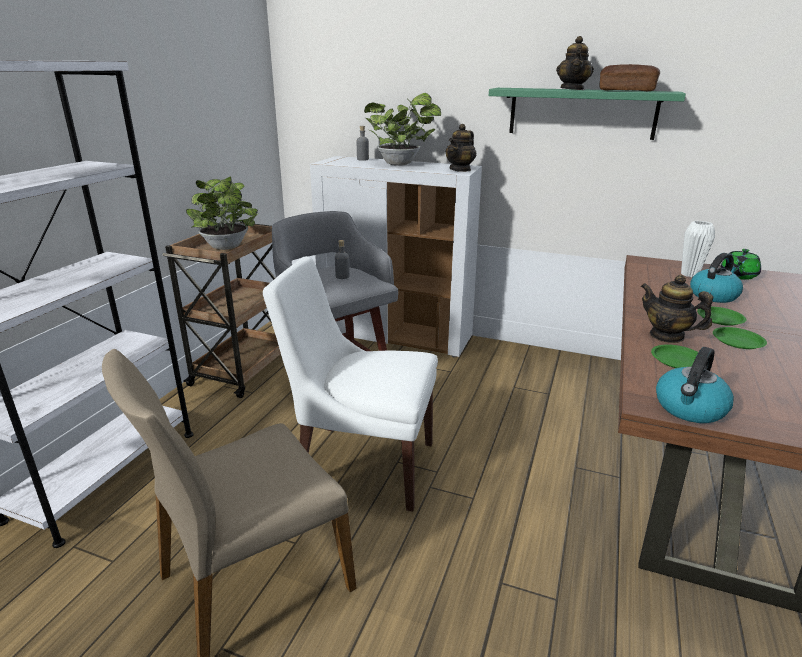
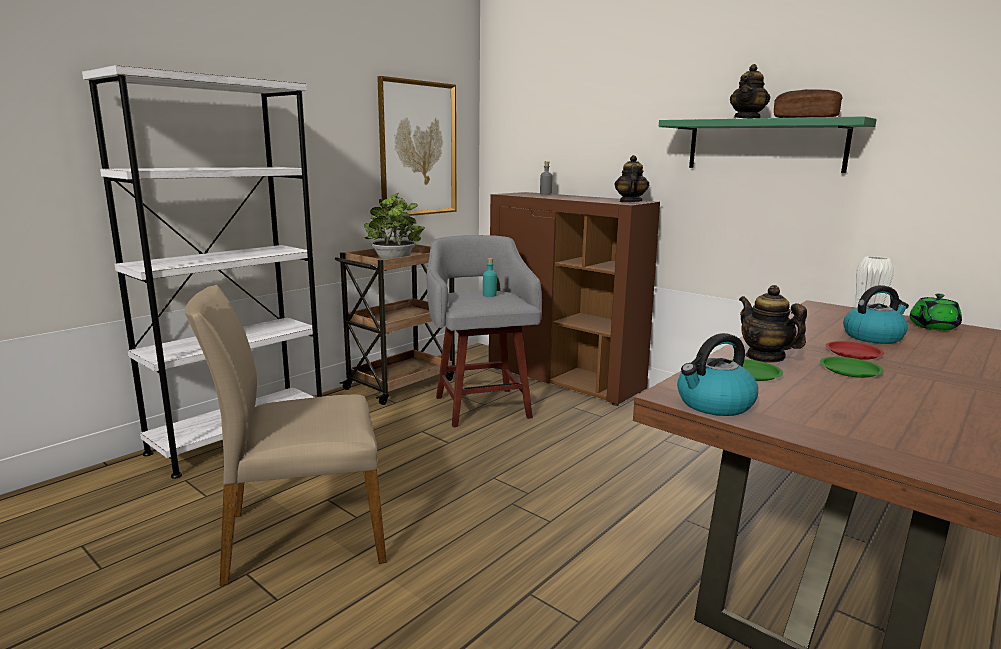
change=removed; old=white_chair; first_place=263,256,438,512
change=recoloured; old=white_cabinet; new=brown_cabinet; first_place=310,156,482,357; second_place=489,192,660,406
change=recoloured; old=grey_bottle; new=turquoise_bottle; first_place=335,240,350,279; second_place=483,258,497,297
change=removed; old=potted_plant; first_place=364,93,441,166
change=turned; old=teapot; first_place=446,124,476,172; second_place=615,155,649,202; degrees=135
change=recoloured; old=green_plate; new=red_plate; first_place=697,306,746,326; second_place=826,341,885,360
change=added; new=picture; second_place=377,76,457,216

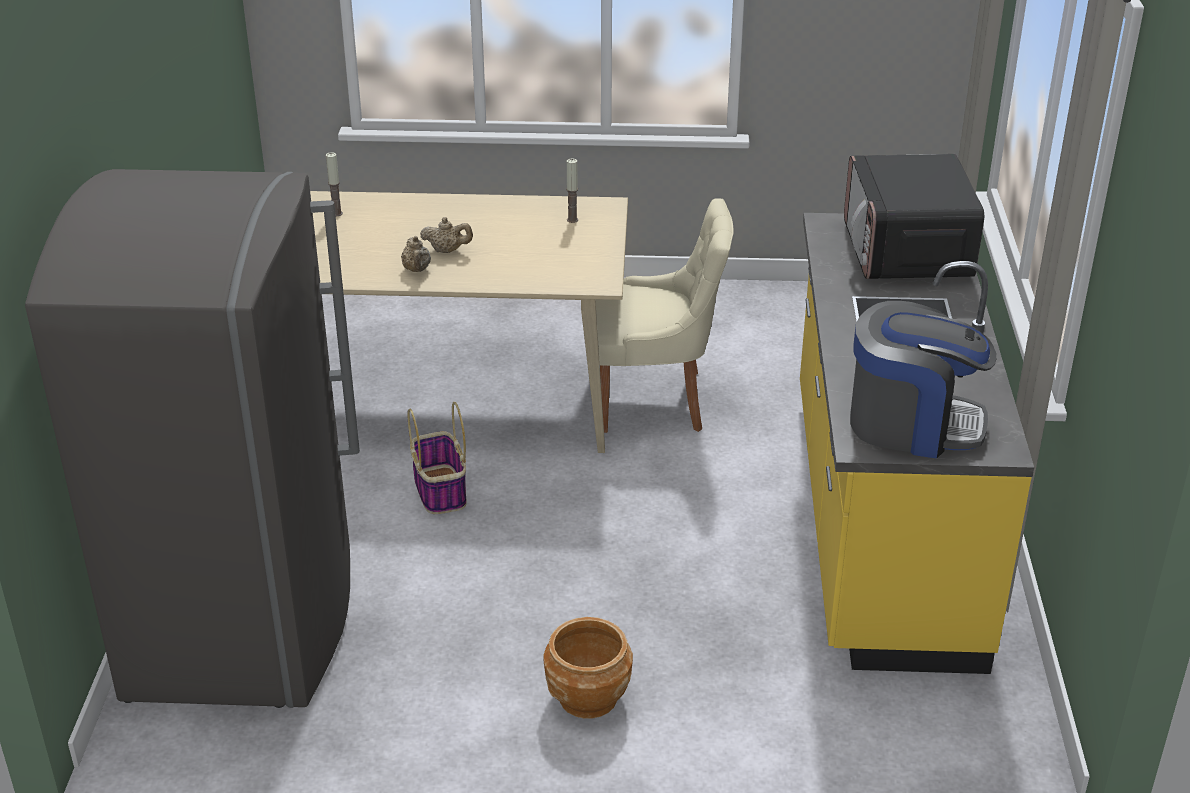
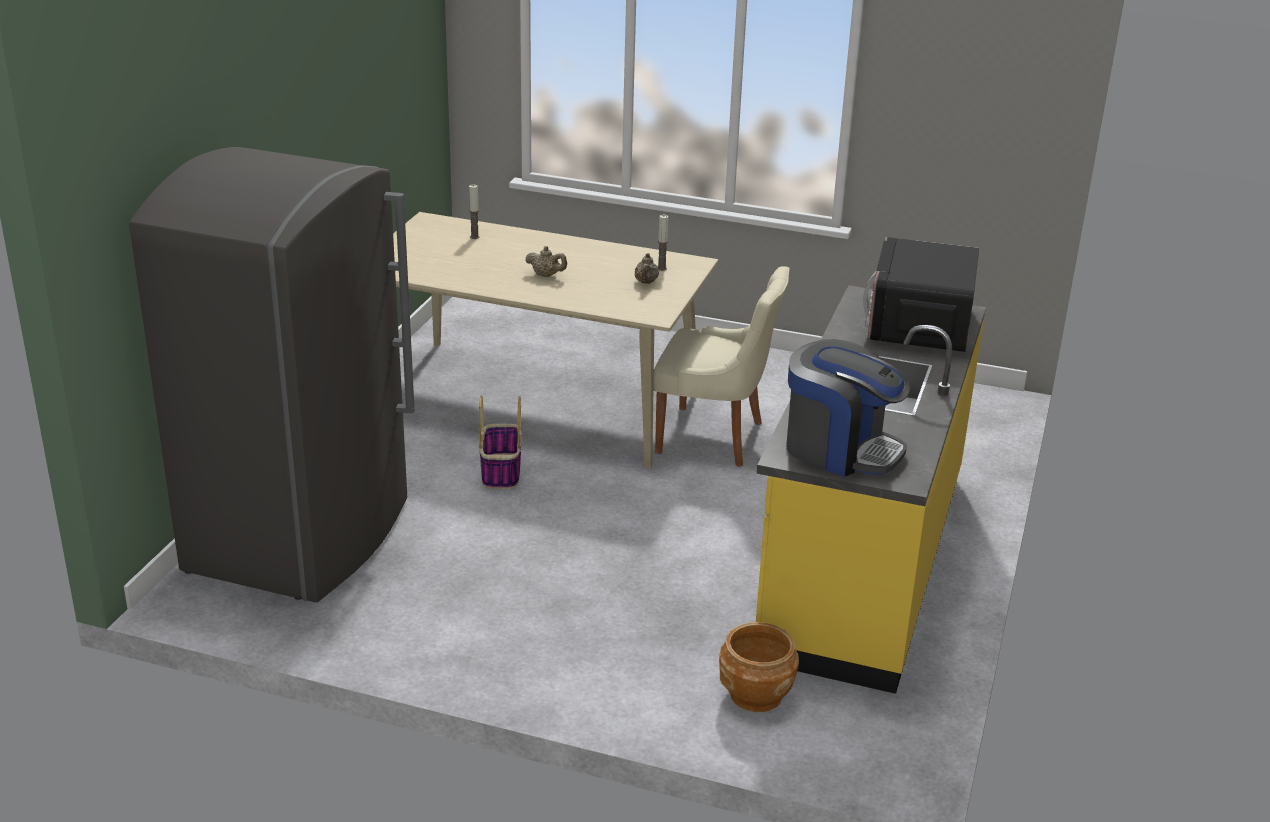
change=moved; old=beige_teapot; first_place=401,236,431,272; second_place=635,253,659,284
change=moved; old=brown_planter; first_place=543,617,633,719; second_place=719,622,799,712

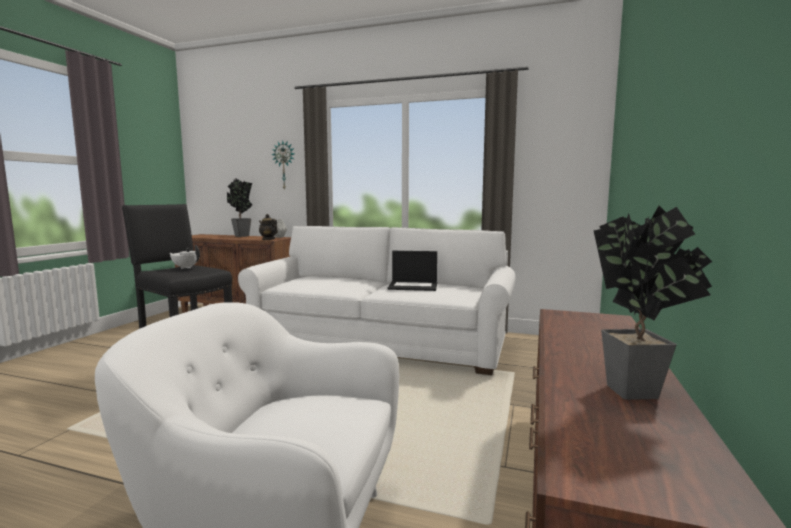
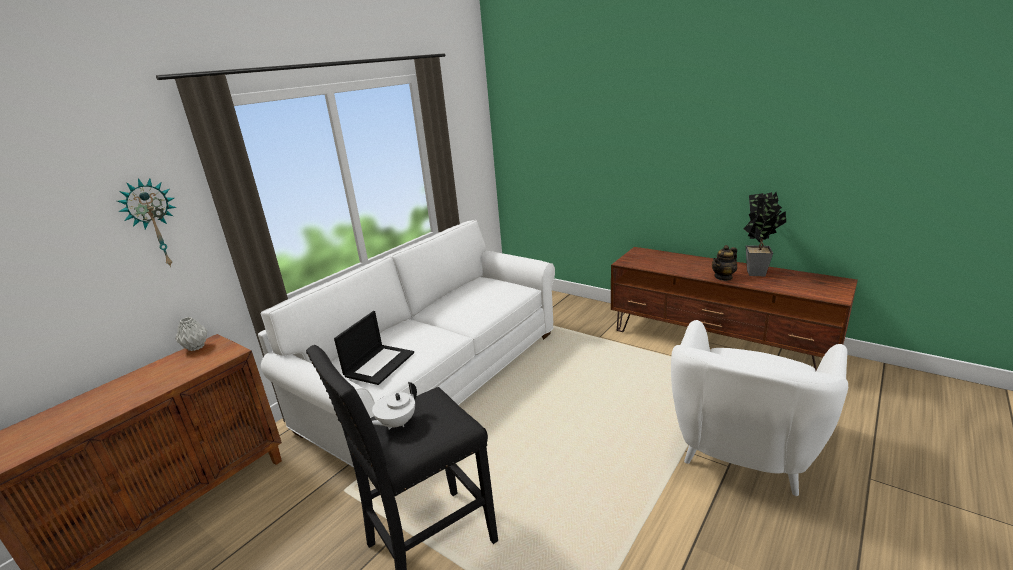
change=removed; old=potted_plant; first_place=227,179,252,237
change=moved; old=teapot; first_place=259,214,278,240; second_place=712,245,737,281
change=moved; old=laptop; first_place=388,251,437,291; second_place=334,311,414,385

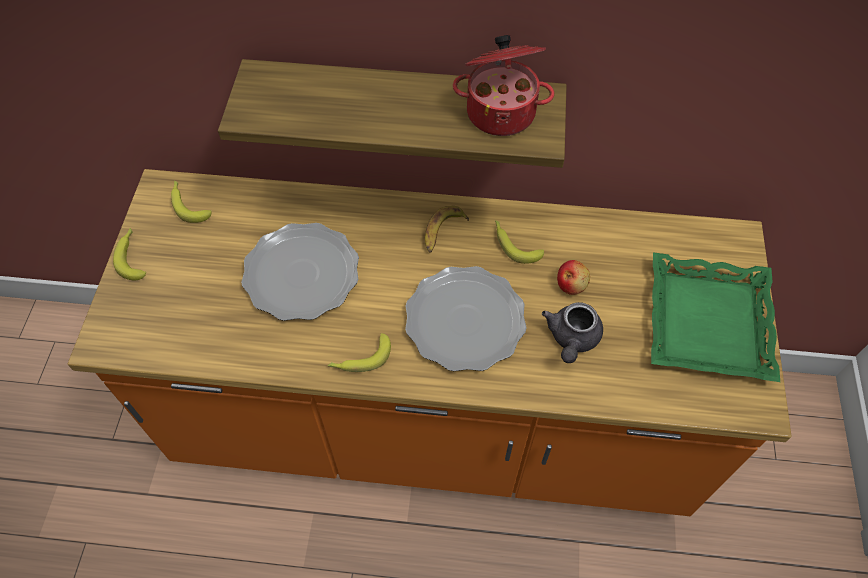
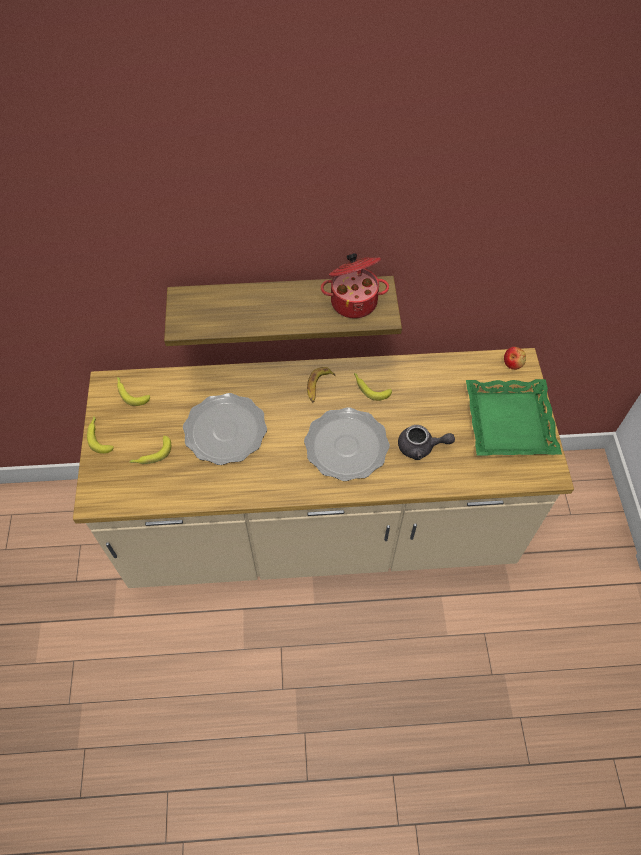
change=recoloured; old=orange_counter; new=beige_counter; first_place=68,169,792,516; second_place=73,348,574,588
change=moved; old=banana; first_place=328,333,391,372; second_place=130,436,171,464
change=turned; old=grey_teapot; first_place=542,302,603,363; second_place=398,425,455,460; degrees=-90
change=moved; old=apple; first_place=557,260,590,295; second_place=504,347,526,370

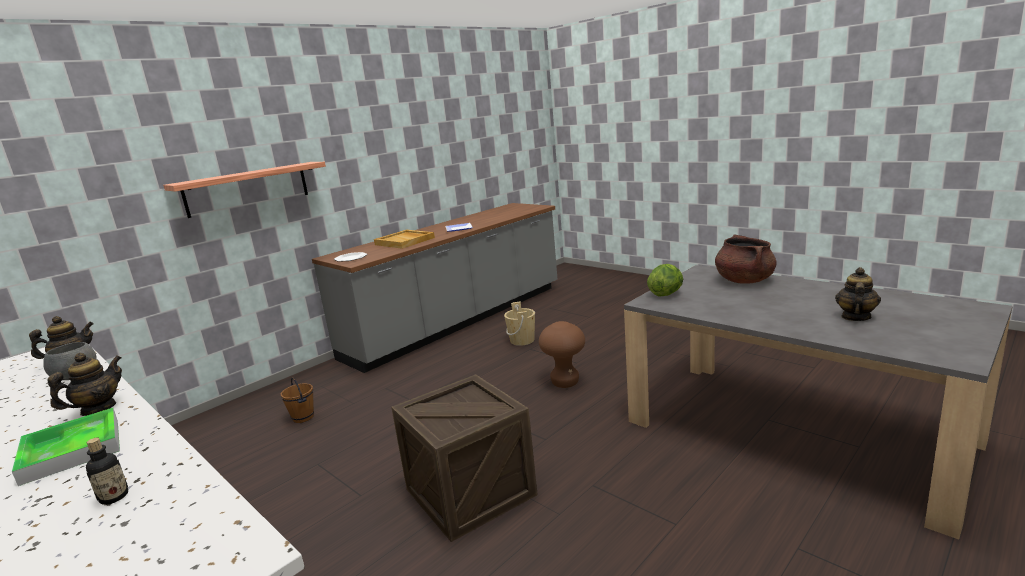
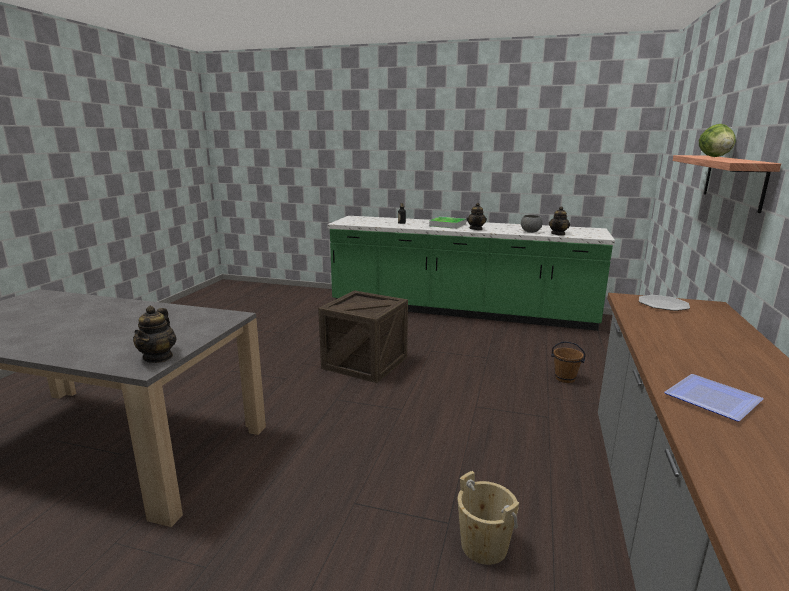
change=removed; old=beige_tray; first_place=374,230,435,249
change=removed; old=brown_stool; first_place=539,321,585,388
change=moved; old=lettuce; first_place=647,264,683,297; second_place=699,124,736,157
change=removed; old=brown_cooking_pot; first_place=715,234,777,284
change=moved; old=teapot; first_place=835,267,881,321; second_place=133,306,177,363

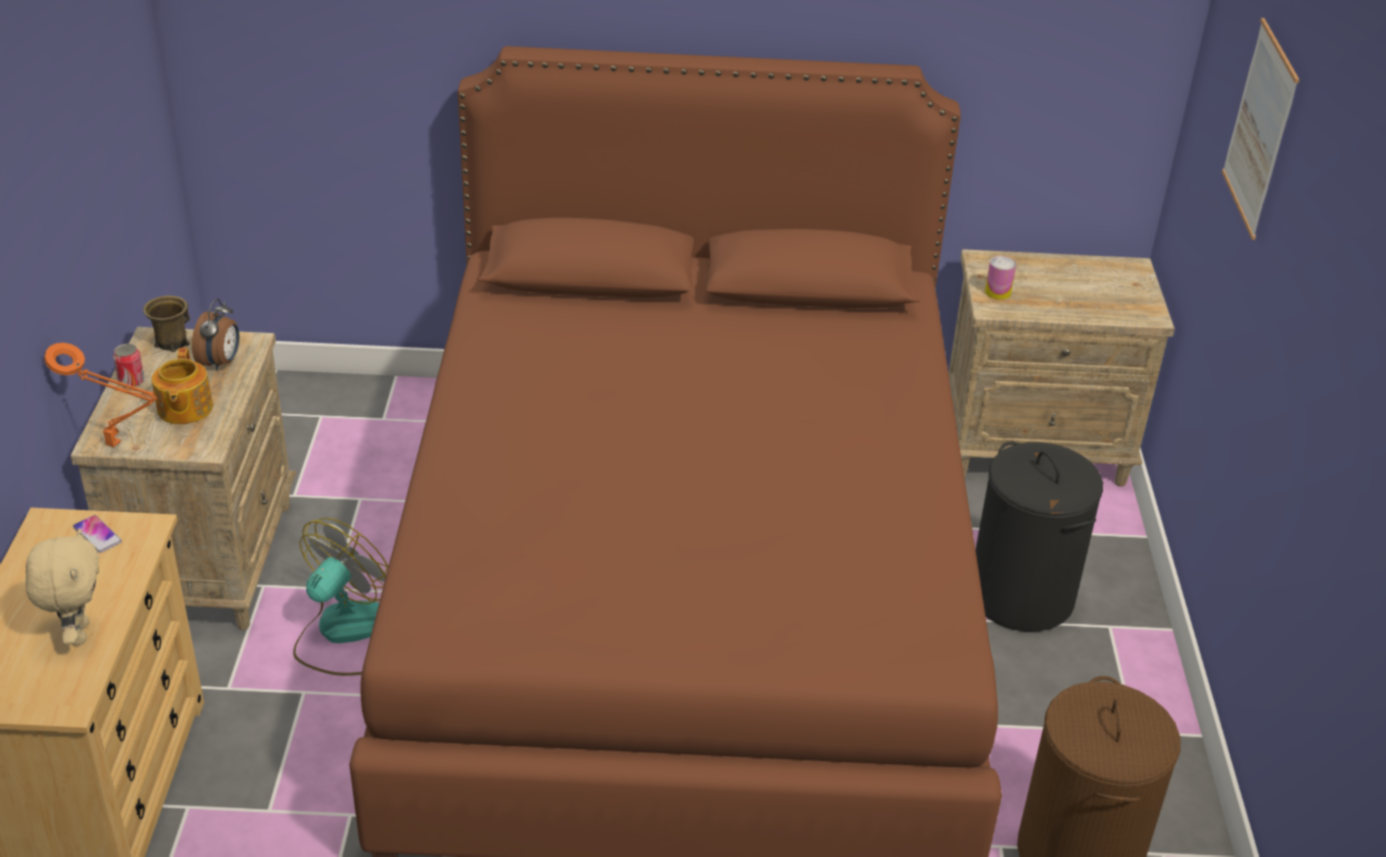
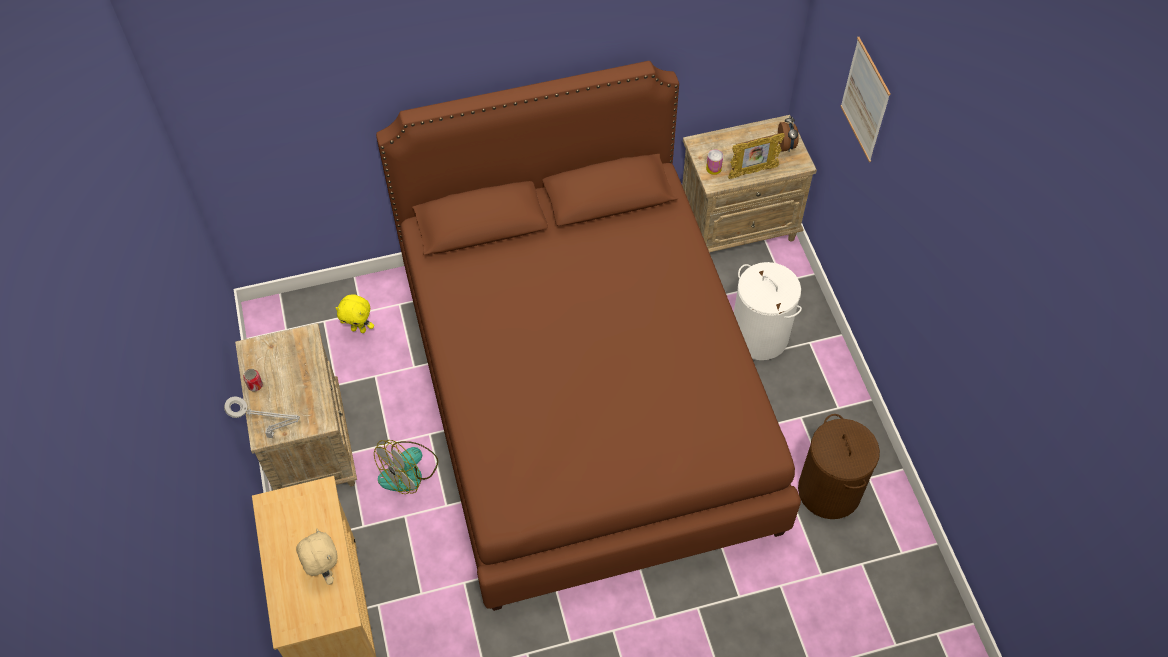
change=recoloured; old=orange_table_lamp; new=grey_table_lamp; first_place=44,343,158,447; second_place=224,396,300,438
change=removed; old=phone; first_place=73,515,122,553
change=removed; old=brown_mug; first_place=143,295,190,352
change=removed; old=teapot; first_place=151,348,213,424
change=moved; old=alarm_clock; first_place=192,298,239,371; second_place=778,116,799,152
change=turned; old=fan; first_place=293,518,388,676; second_place=374,440,438,494; degrees=-150
change=recoloured; old=black_laundry_basket; new=white_laundry_basket; first_place=976,441,1103,632; second_place=734,262,802,360
change=added; new=yellow_plush_toy; second_place=335,294,374,333
change=added; new=picture_frame; second_place=728,133,785,179

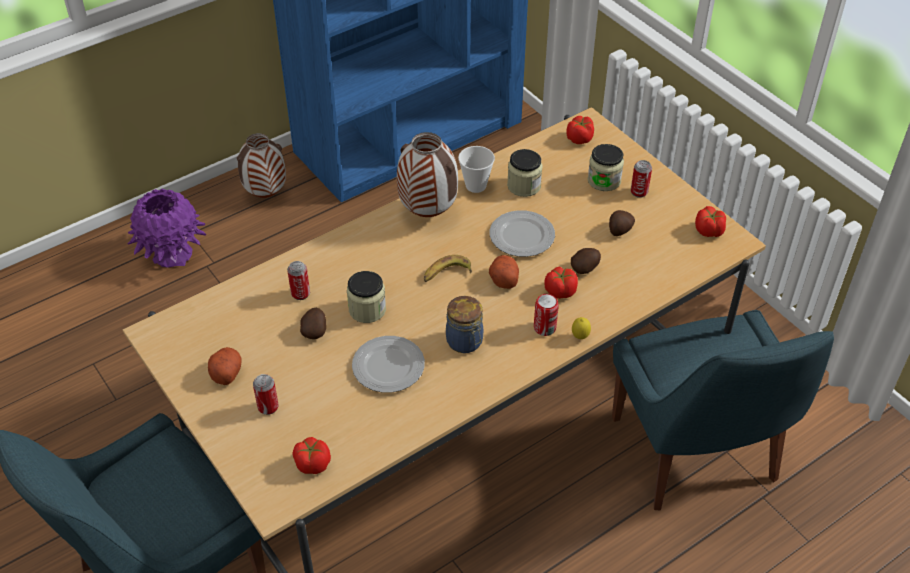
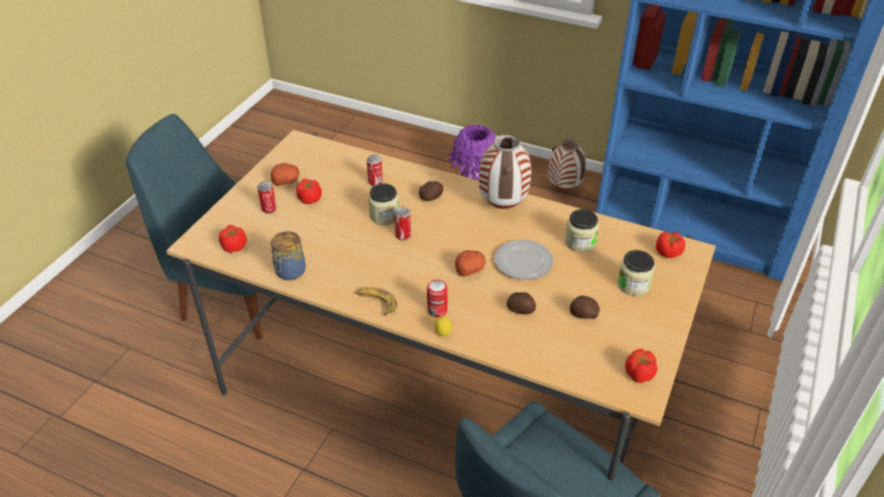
change=moved; old=potato; first_place=300,308,326,339; second_place=419,181,443,201
change=removed; old=plate; first_place=352,336,425,393
change=moved; old=banana; first_place=424,255,472,282; second_place=356,287,397,316
change=moved; old=jar; first_place=446,296,483,353; second_place=271,231,306,280
change=removed; old=cup; first_place=458,146,495,193
change=moved; old=tomato; first_place=544,266,578,299; second_place=296,179,322,204
change=moved; old=can; first_place=631,160,652,198; second_place=394,207,411,240

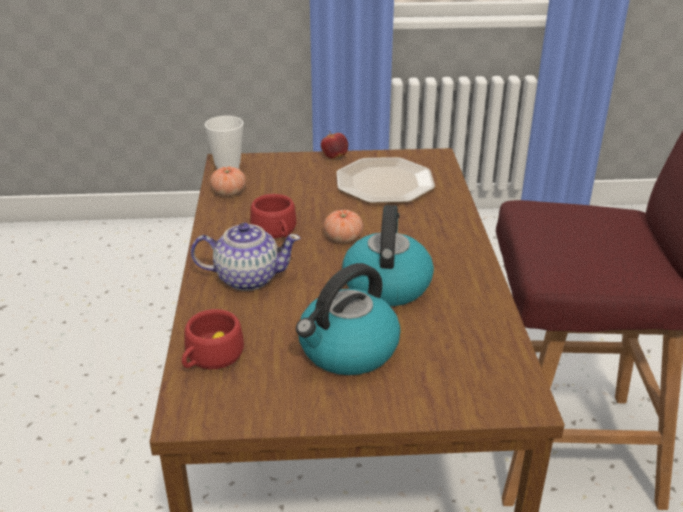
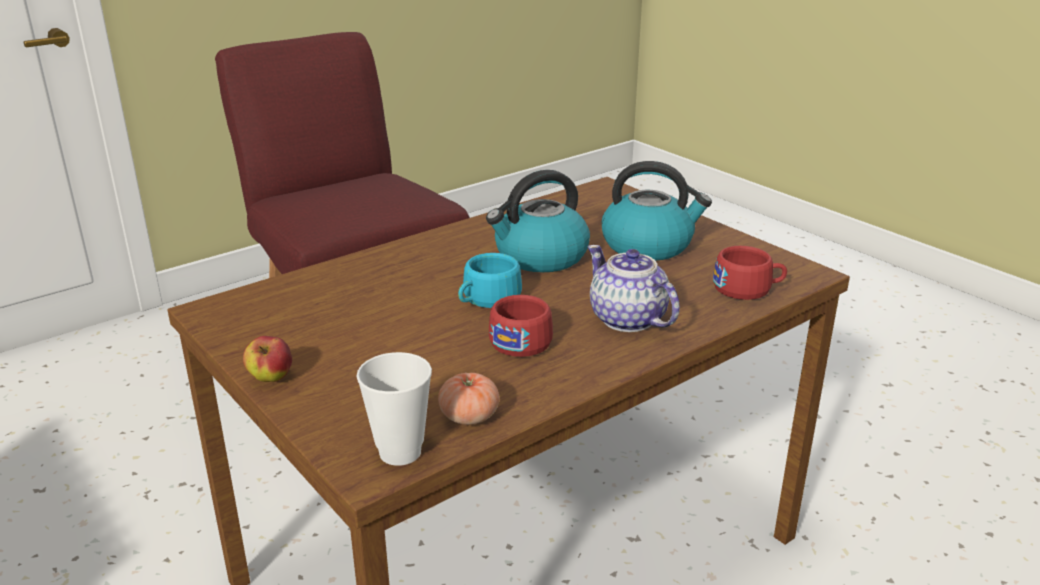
change=replaced; old=tomato; new=turquoise_cup; first_place=324,210,363,242; second_place=458,253,522,308
change=removed; old=plate; first_place=337,157,435,203

